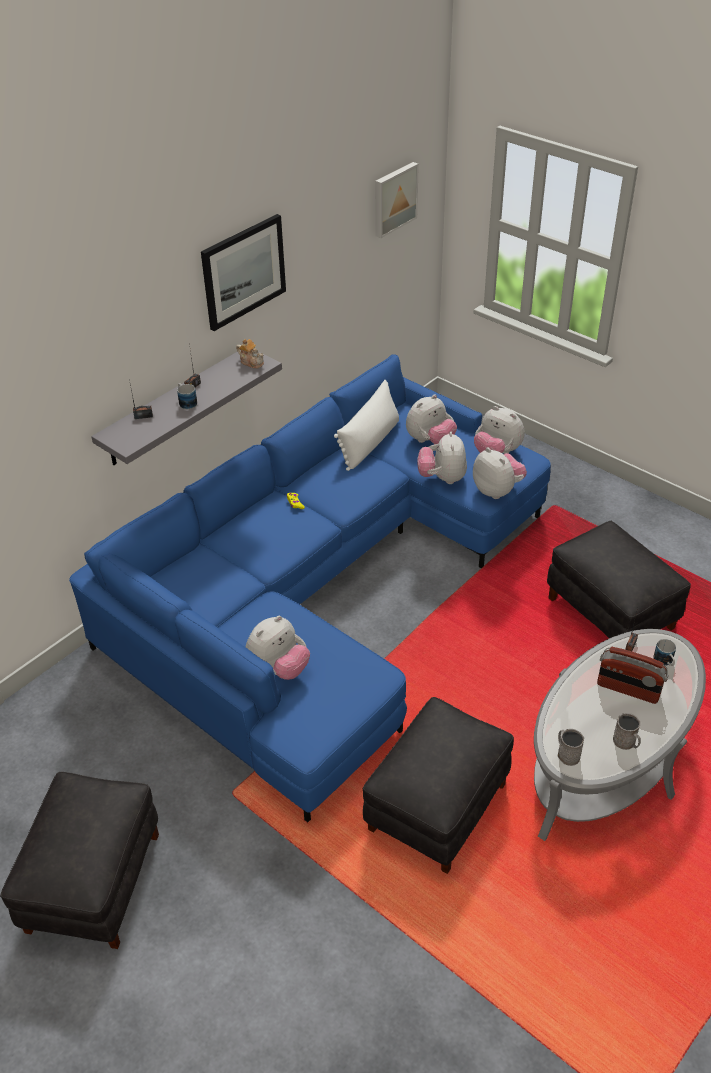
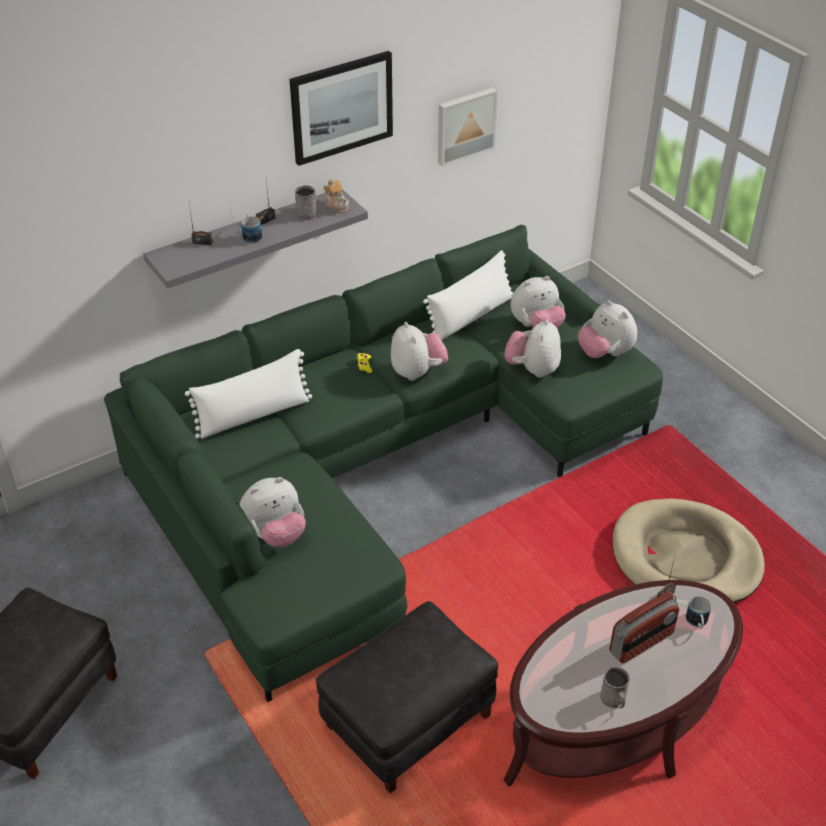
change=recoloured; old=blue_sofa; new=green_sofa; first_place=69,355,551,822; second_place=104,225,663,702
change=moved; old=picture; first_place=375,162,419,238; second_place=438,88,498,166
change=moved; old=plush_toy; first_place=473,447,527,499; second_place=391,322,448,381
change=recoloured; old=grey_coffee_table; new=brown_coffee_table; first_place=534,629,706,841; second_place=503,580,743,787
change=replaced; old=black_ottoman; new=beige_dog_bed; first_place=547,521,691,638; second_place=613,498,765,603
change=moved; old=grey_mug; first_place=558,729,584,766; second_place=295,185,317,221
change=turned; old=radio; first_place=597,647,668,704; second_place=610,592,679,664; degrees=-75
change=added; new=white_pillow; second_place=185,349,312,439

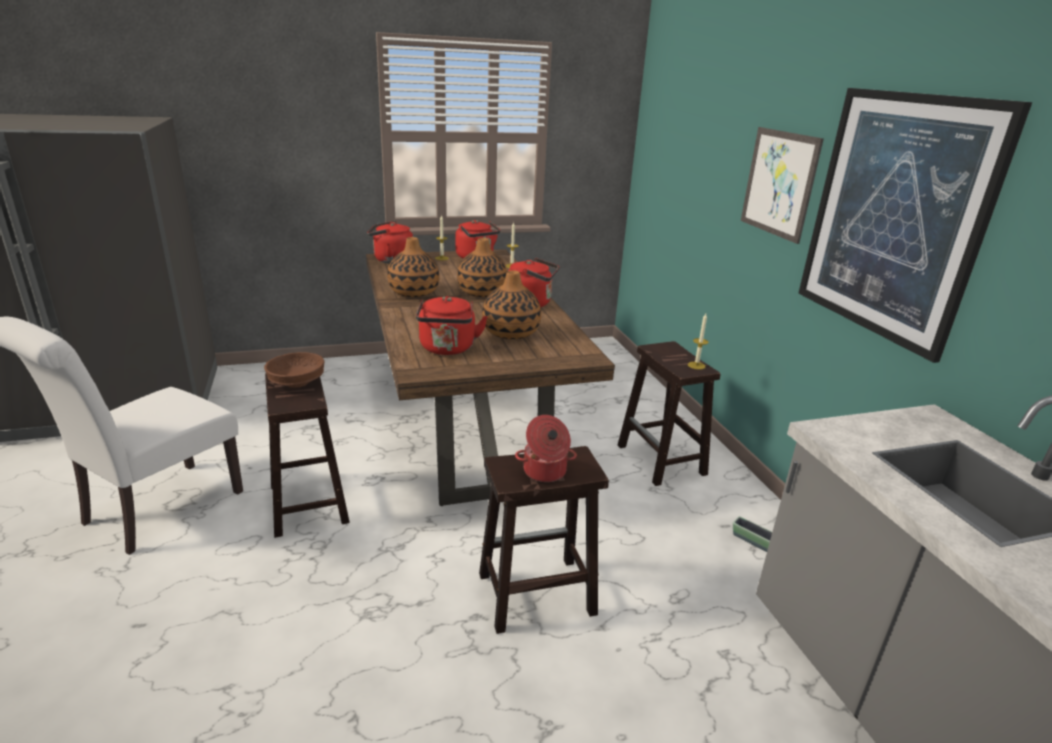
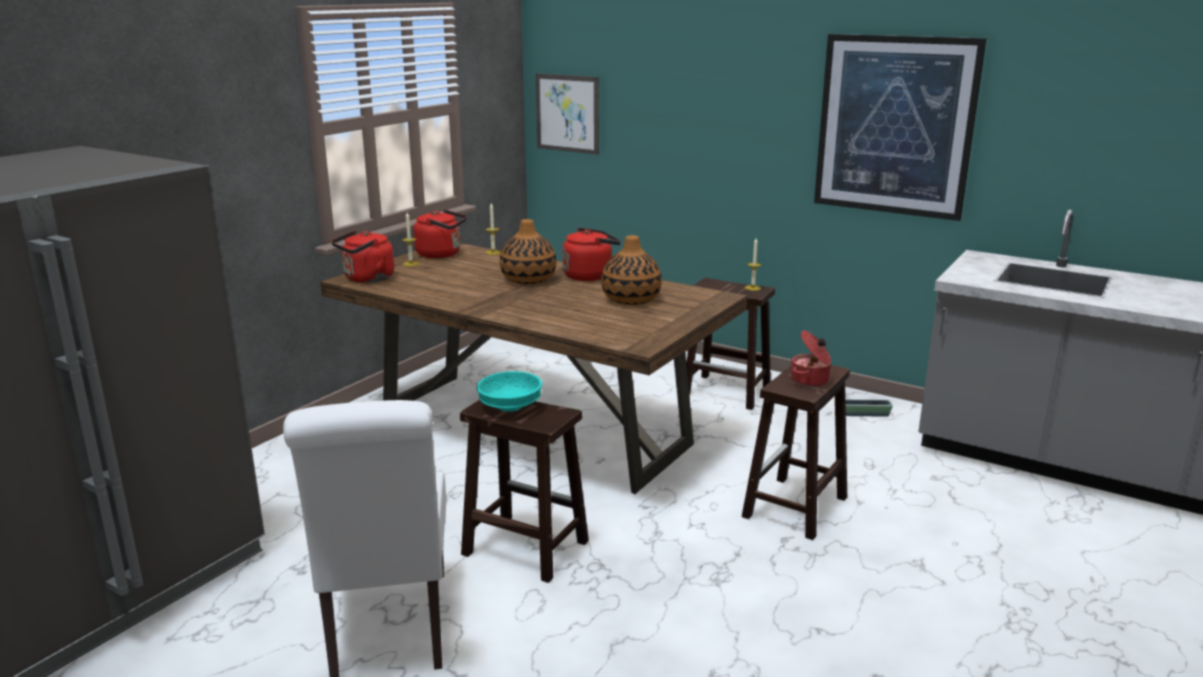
change=recoloured; old=brown_bowl; new=turquoise_bowl; first_place=264,352,325,388; second_place=477,371,542,412
change=removed; old=vase; first_place=387,237,440,297
change=removed; old=red_kettle; first_place=416,296,488,355
change=moved; old=picture; first_place=741,127,824,244; second_place=535,73,599,155

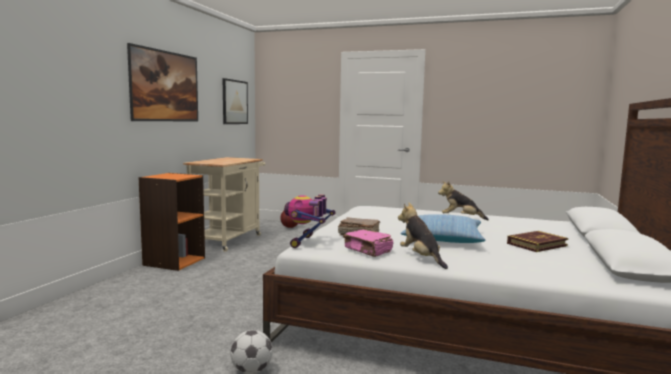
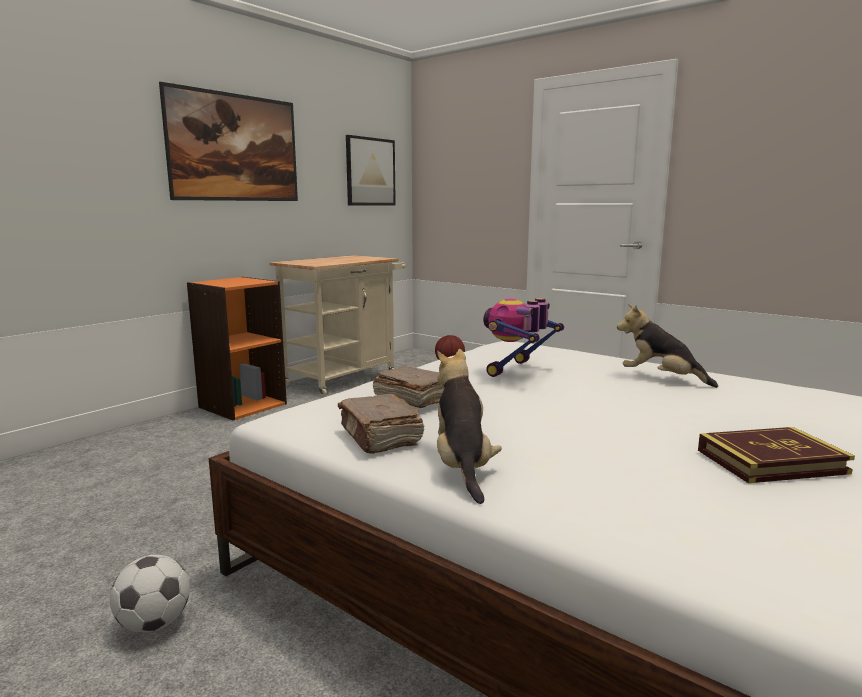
change=moved; old=toy_robot; first_place=284,194,336,248; second_place=483,298,564,377
change=recoloured; old=pink_book; new=brown_book; first_place=343,229,393,257; second_place=338,394,424,454
change=removed; old=pillow; first_place=401,214,485,243

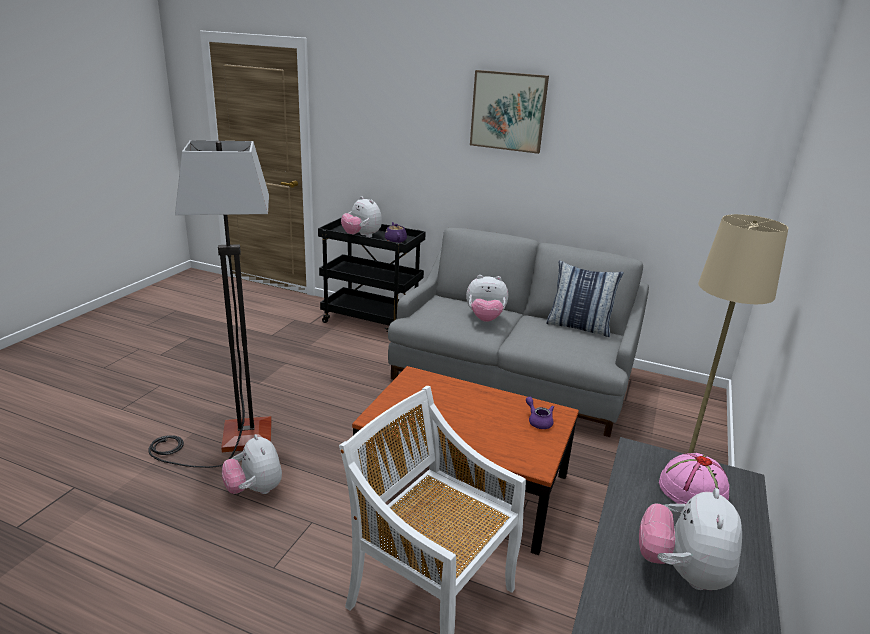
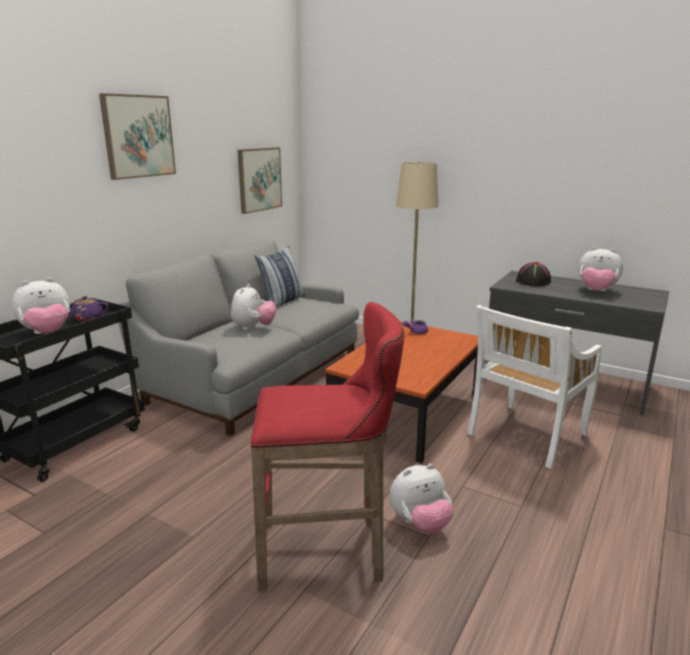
change=replaced; old=floor_lamp; new=red_stool; first_place=148,140,272,468; second_place=251,302,404,592
change=recoloured; old=pink_hat; new=black_hat; first_place=659,453,729,504; second_place=516,262,551,286
change=added; new=picture; second_place=237,147,282,214

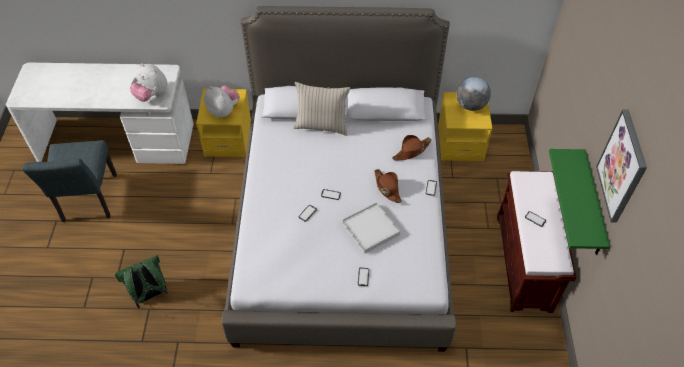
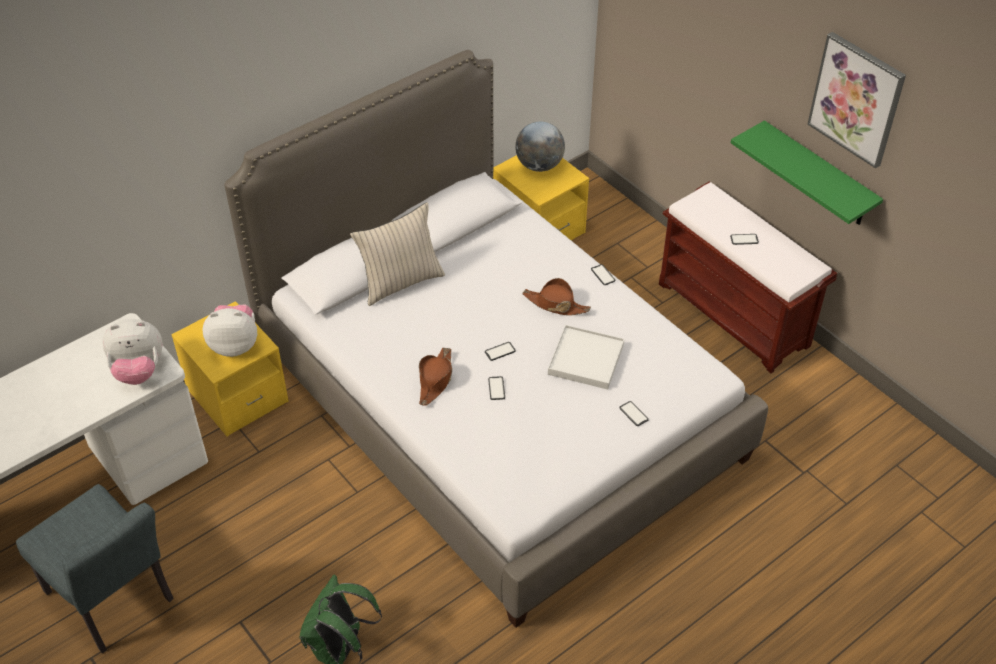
change=moved; old=brown_hat; first_place=392,135,432,161; second_place=419,348,452,406

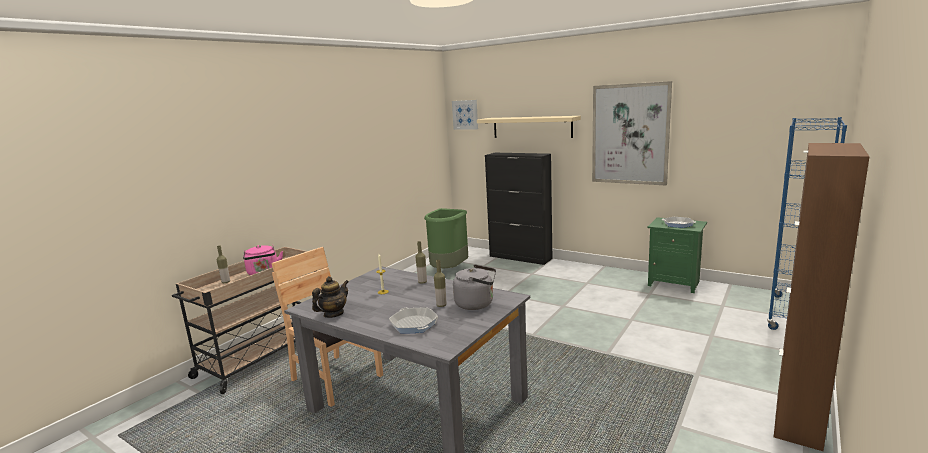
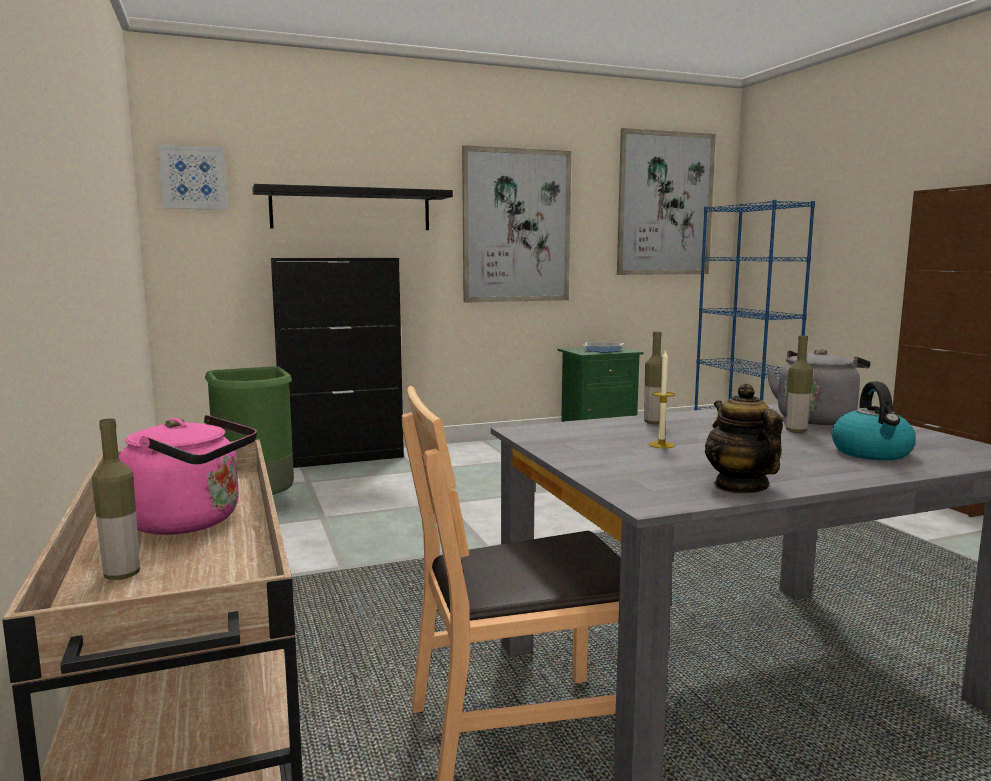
change=replaced; old=frying_pan; new=kettle; first_place=389,308,438,333; second_place=831,382,916,460
change=recoloured; old=beige_shelf; new=black_shelf; first_place=477,116,581,138; second_place=252,184,453,230
change=added; new=picture; second_place=617,128,716,275

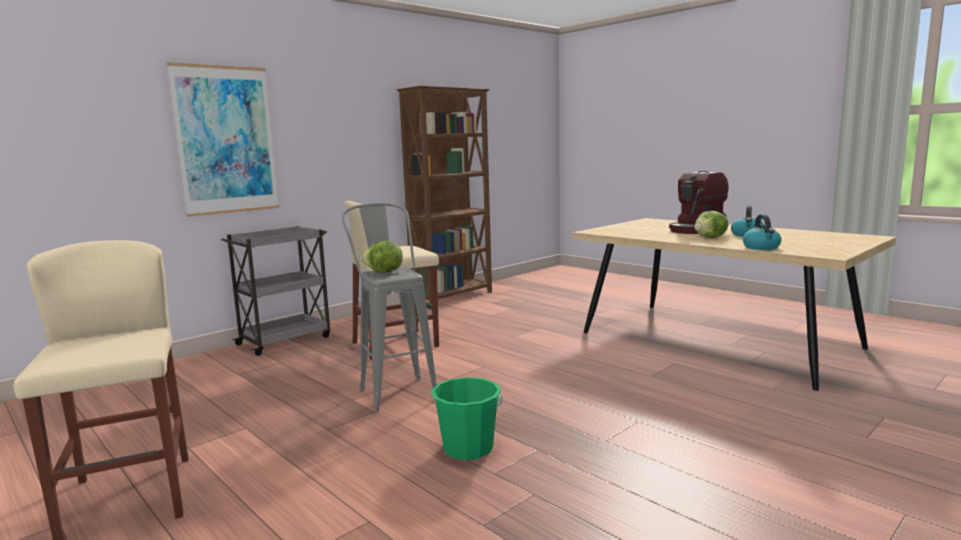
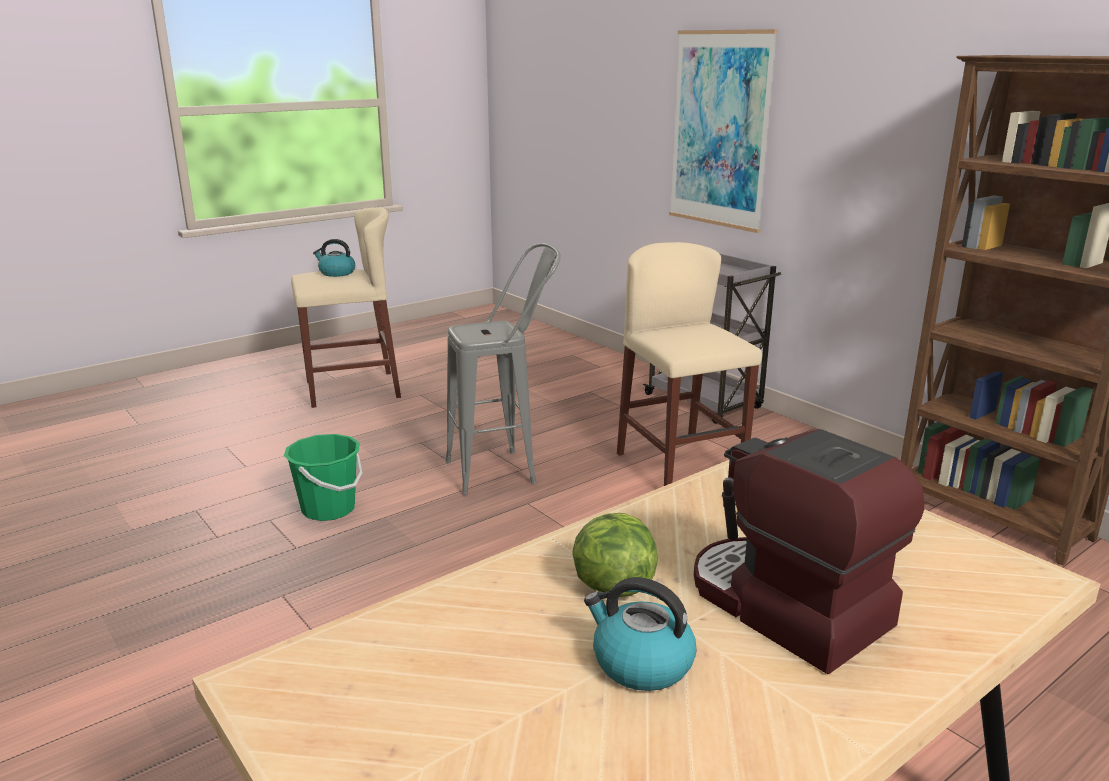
change=removed; old=lettuce; first_place=362,241,403,273
change=moved; old=kettle; first_place=743,214,781,250; second_place=313,239,355,277

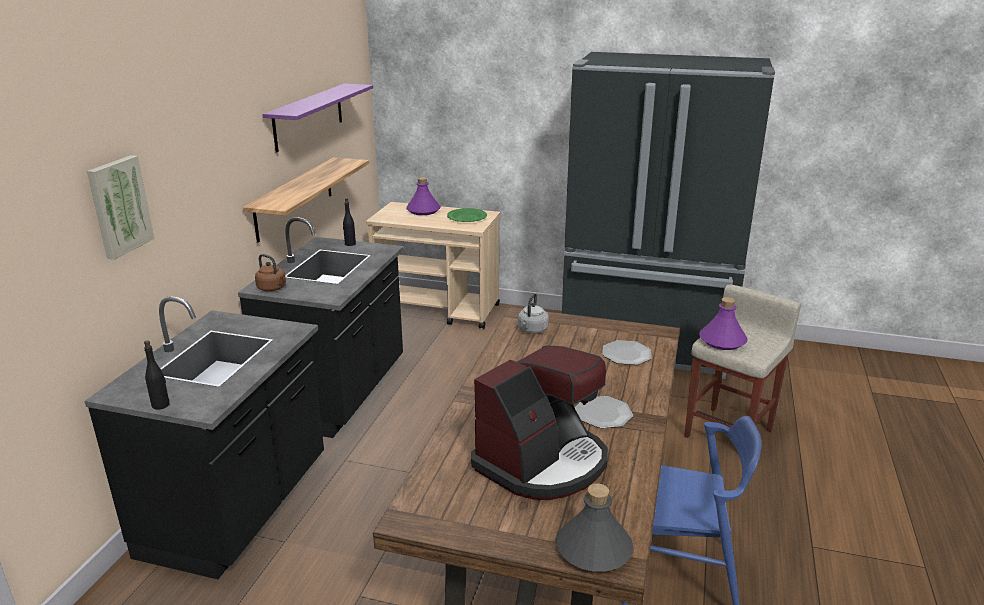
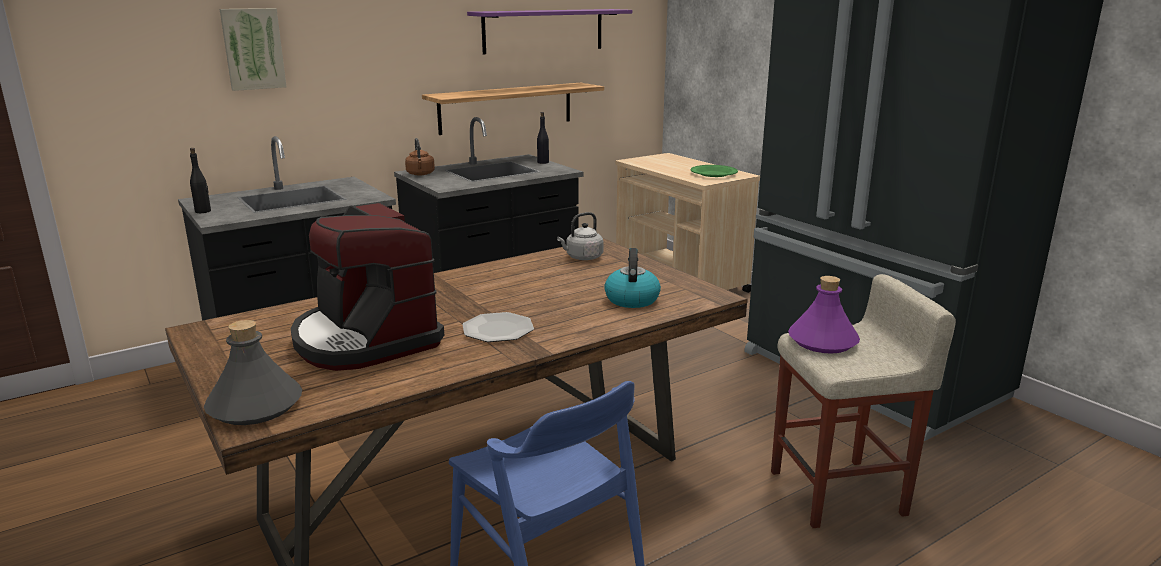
change=removed; old=purple_bottle; first_place=406,177,440,215
change=turned; old=coffee_machine; first_place=471,345,608,500; second_place=291,203,444,371; degrees=60
change=replaced; old=plate; new=kettle; first_place=603,340,652,365; second_place=604,248,661,308

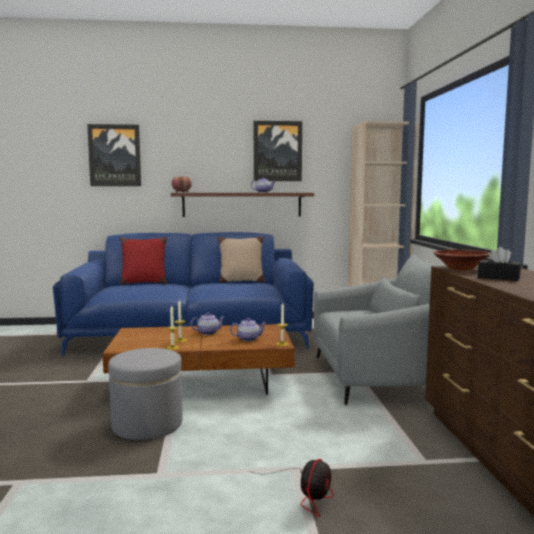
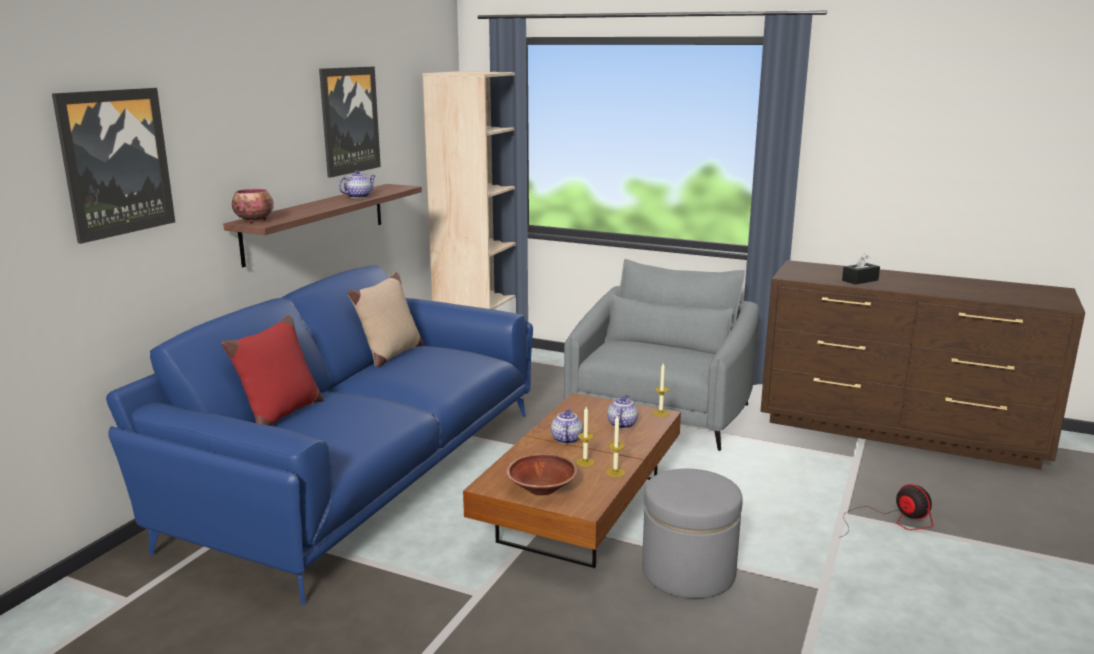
change=moved; old=brown_bowl; first_place=433,249,489,270; second_place=507,454,577,495

